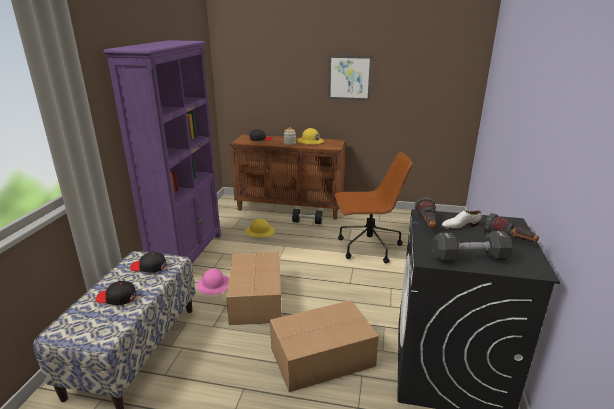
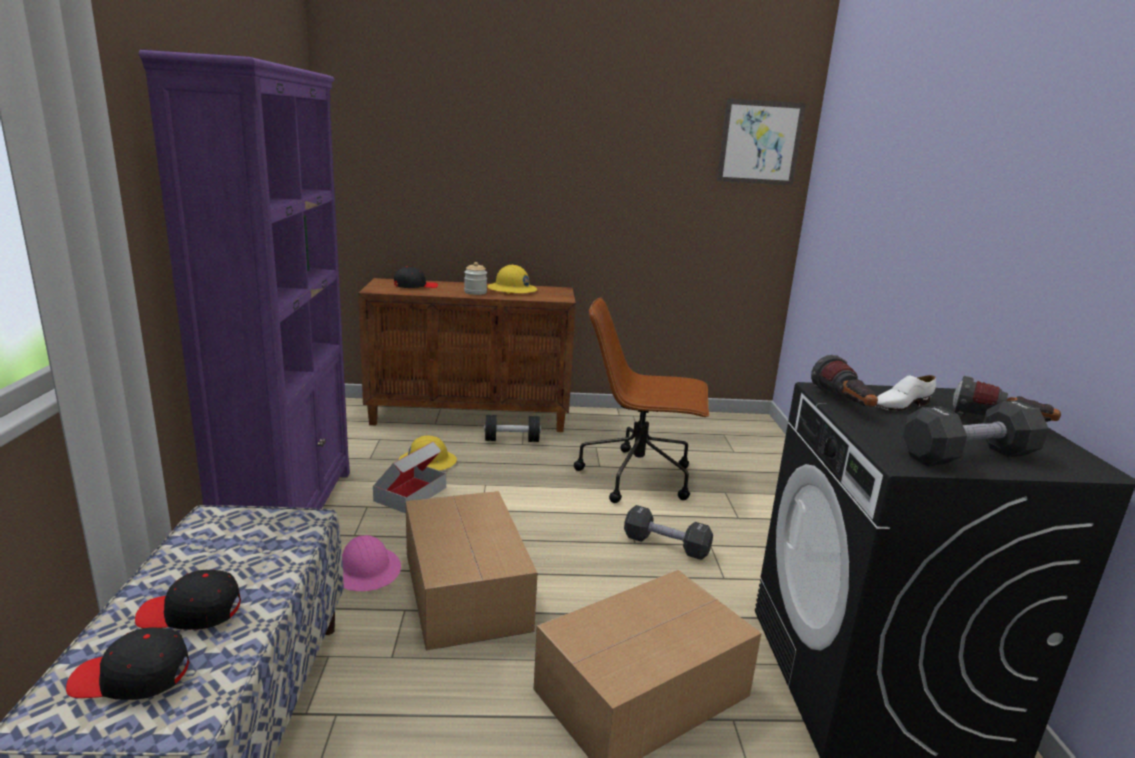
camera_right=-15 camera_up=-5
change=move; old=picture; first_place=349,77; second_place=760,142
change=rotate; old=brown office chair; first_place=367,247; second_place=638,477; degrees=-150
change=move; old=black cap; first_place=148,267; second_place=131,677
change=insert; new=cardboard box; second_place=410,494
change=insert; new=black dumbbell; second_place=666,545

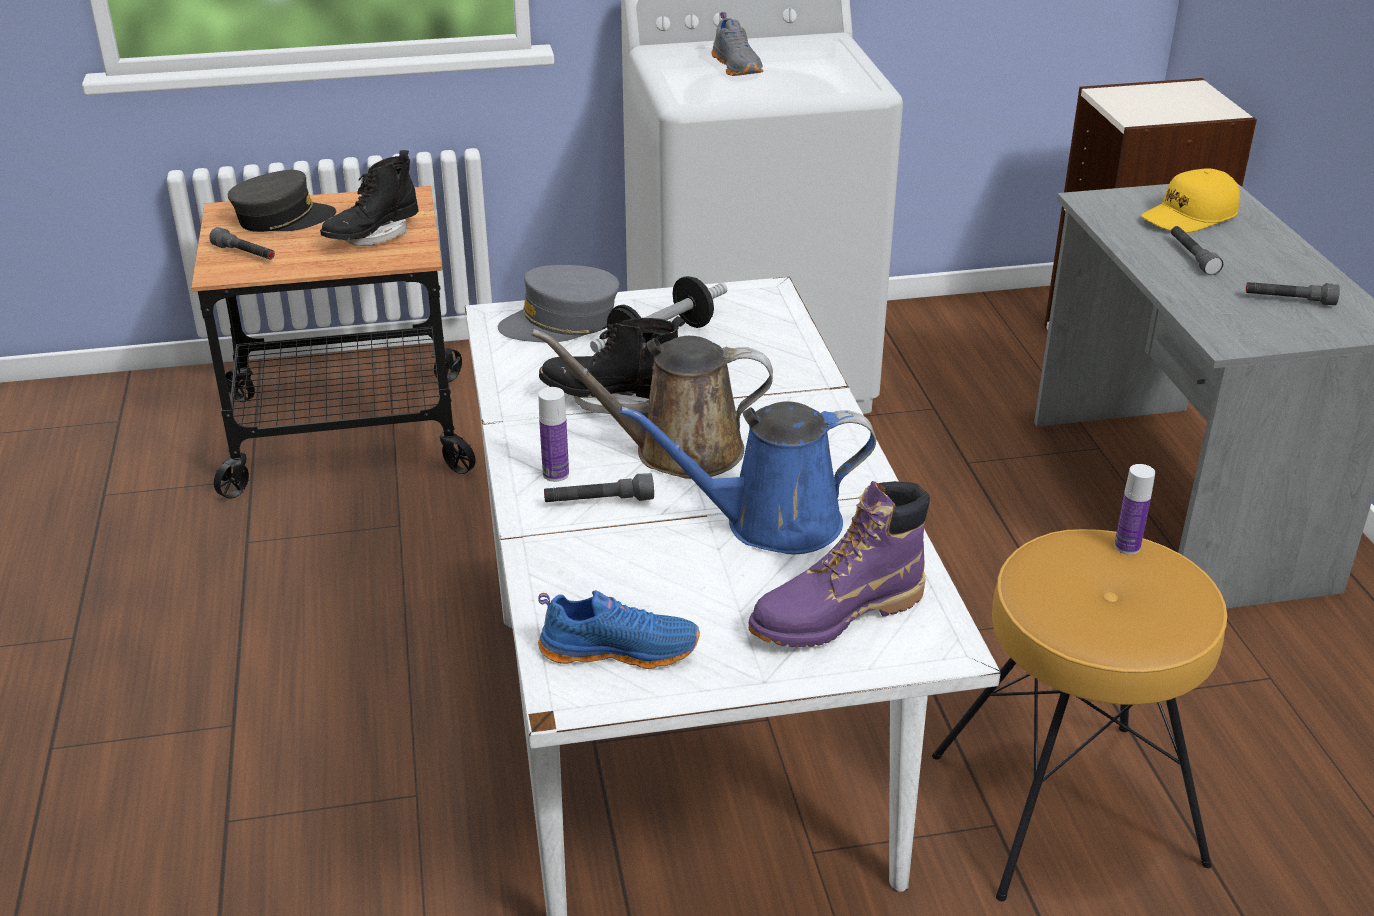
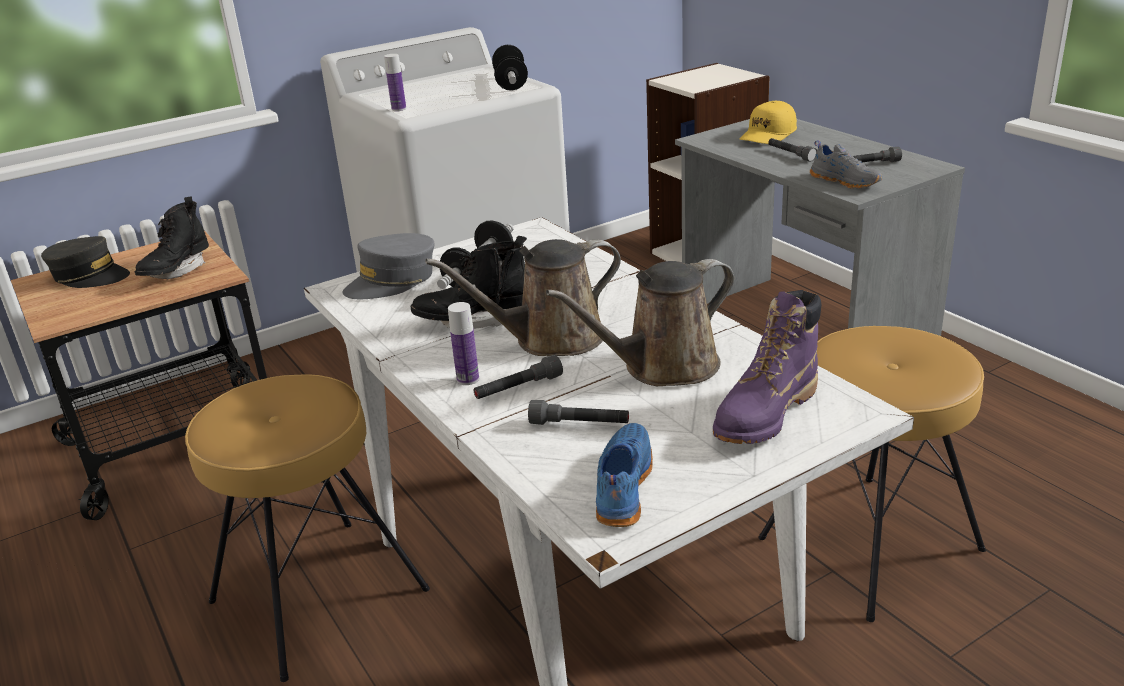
camera_right=-20 camera_up=-5
change=move; old=grey shoe; first_place=738,67; second_place=846,181
change=rotate; old=grey cap; first_place=283,219; second_place=90,276; degrees=60
change=move; old=grey flashlight; first_place=245,254; second_place=579,424
change=recolor; old=blue watering can; new=brown watering can; first_place=771,523; second_place=663,367
change=move; old=bottle; first_place=1127,546; second_place=399,109
change=rotate; old=blue shoe; first_place=619,649; second_place=621,486; degrees=-60
change=insert; new=dumbbell; second_place=511,83
change=insert; new=brown stool; second_place=317,594

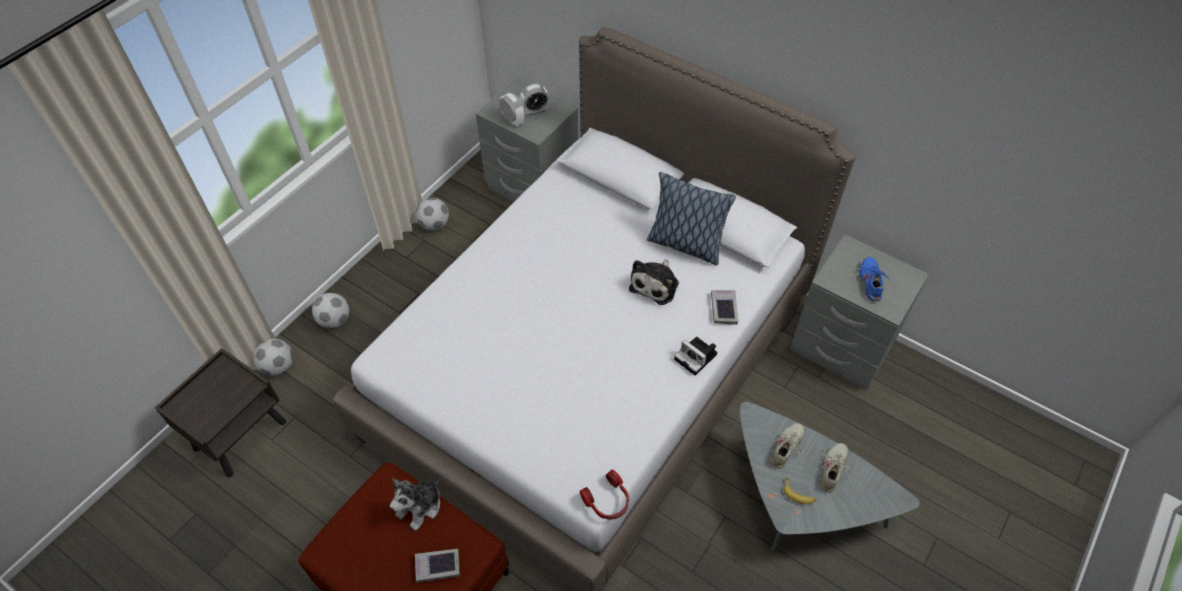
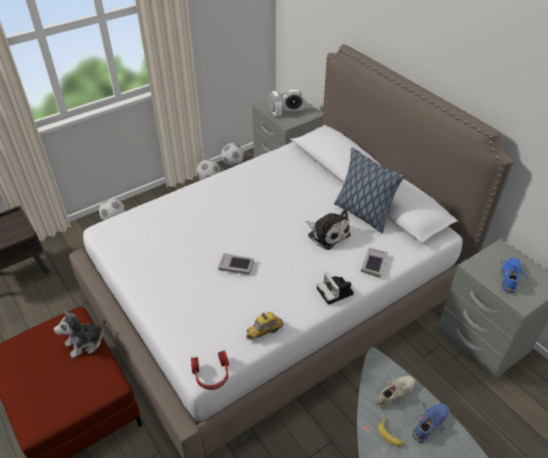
camera_right=20 camera_up=-10
change=rotate; old=plush toy; first_place=656,284; second_place=327,234; degrees=-90
change=move; old=football; first_place=278,367; second_place=233,163
change=recolor; old=beige shoe; new=blue shoe; first_place=833,470; second_place=429,425
change=move; old=book; first_place=437,566; second_place=236,266
change=insert; new=toy car; second_place=264,331

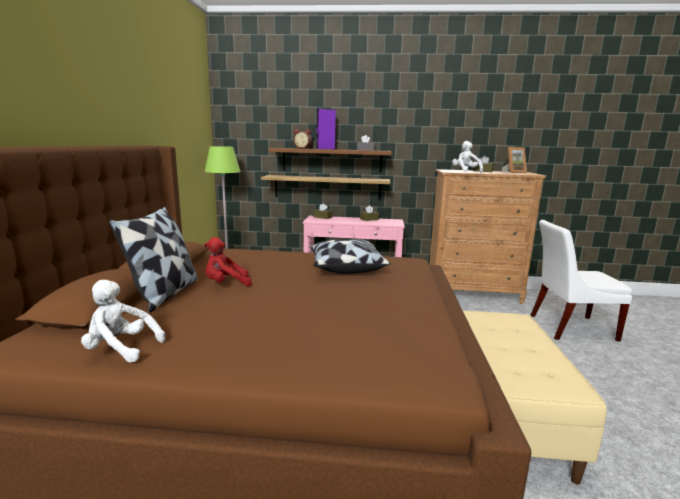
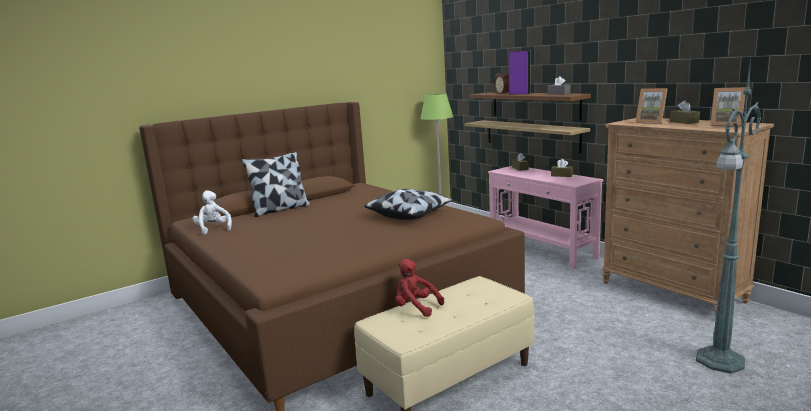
camera_right=50 camera_up=0
change=replace; old=white plush toy; new=picture frame; first_place=465,171; second_place=651,122
change=replace; old=white chair; new=green floor lamp; first_place=568,327; second_place=718,361
change=move; old=red plush toy; first_place=226,284; second_place=415,308

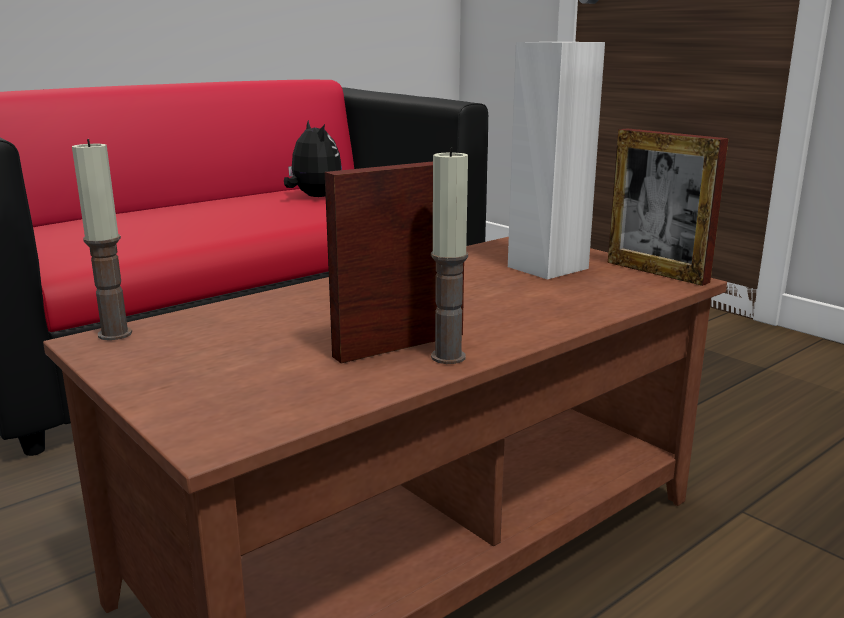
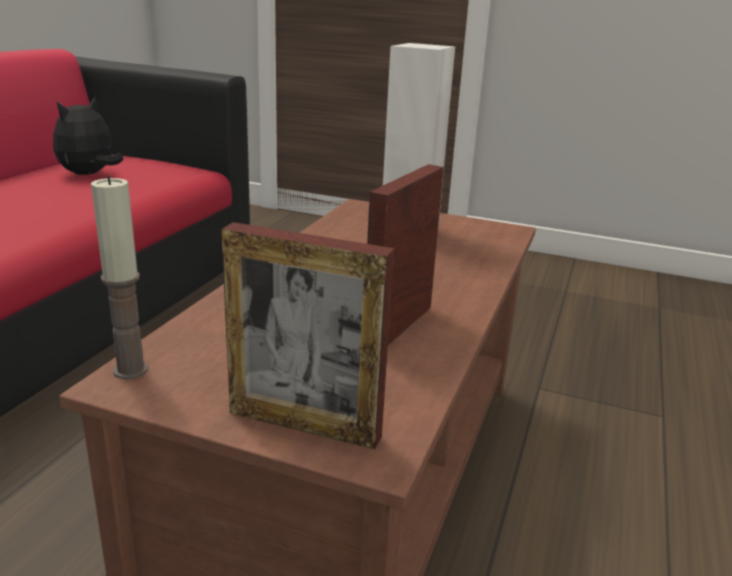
camera_right=-30 camera_up=5
change=rotate; old=plush toy; first_place=314,197; second_place=89,175; degrees=-90
change=move; old=picture frame; first_place=656,272; second_place=304,424
change=delete; old=candle; first_place=448,357

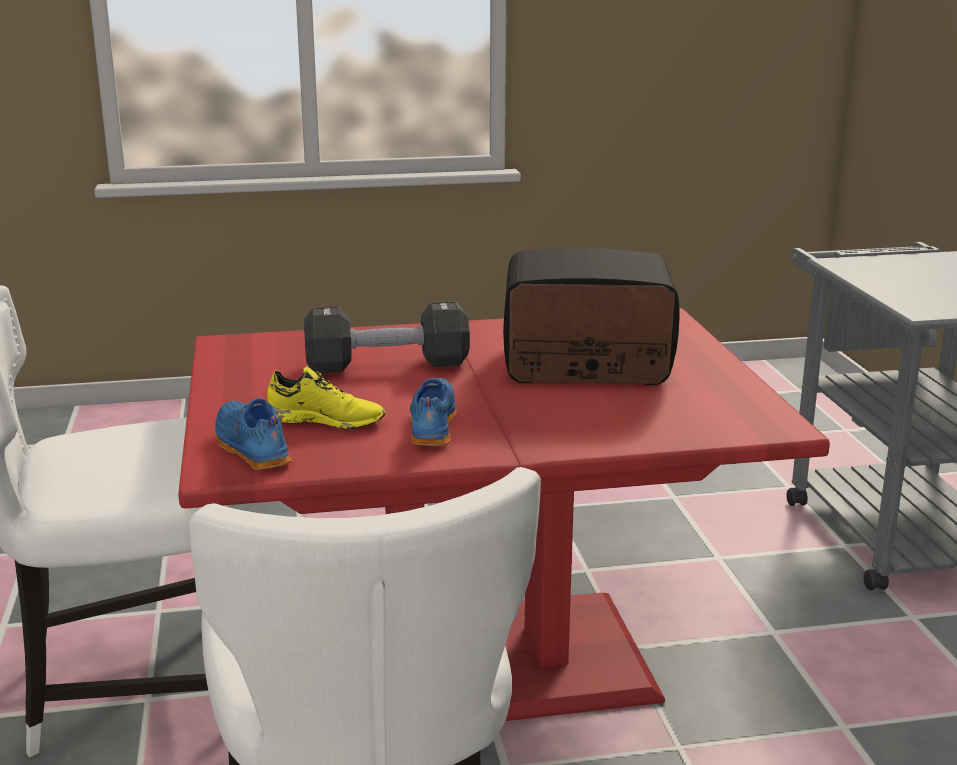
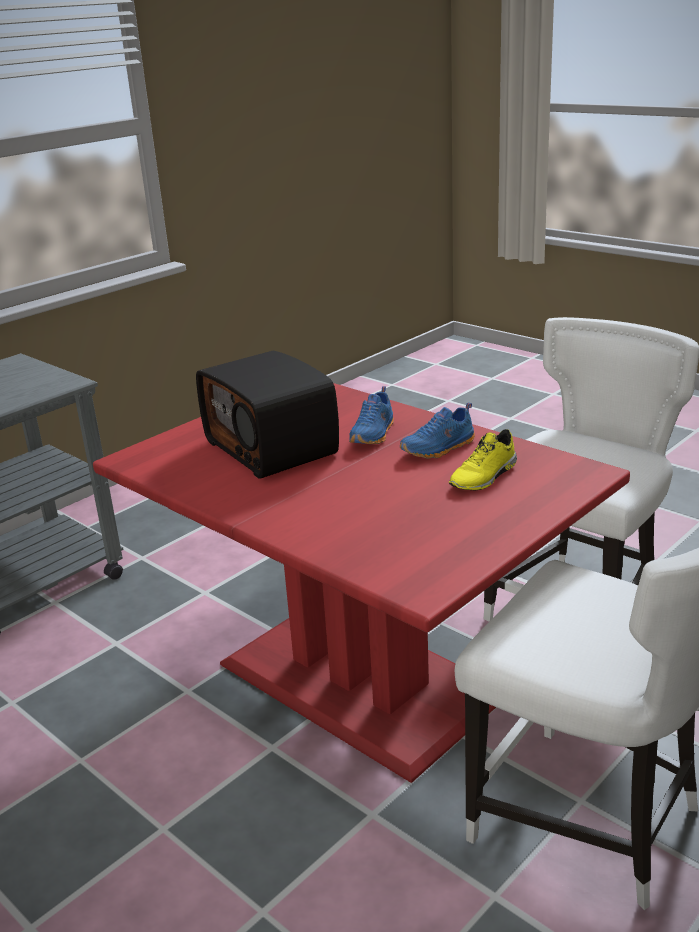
camera_right=-125 camera_up=5
change=delete; old=black dumbbell; first_place=387,365
change=rotate; old=yellow shoe; first_place=326,420; second_place=485,477; degrees=-105
change=move; old=blue shoe; first_place=250,449; second_place=374,434

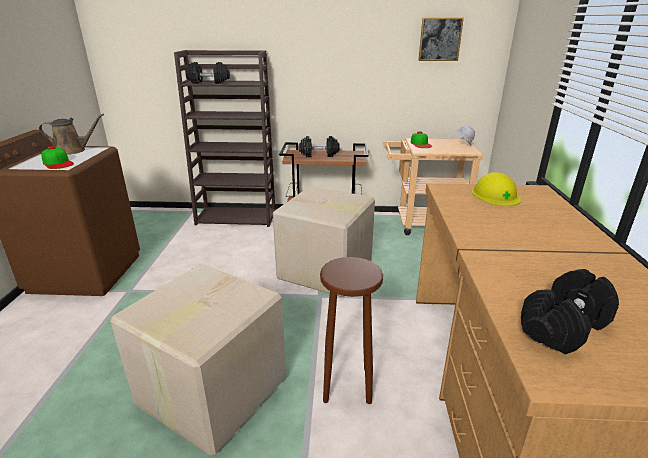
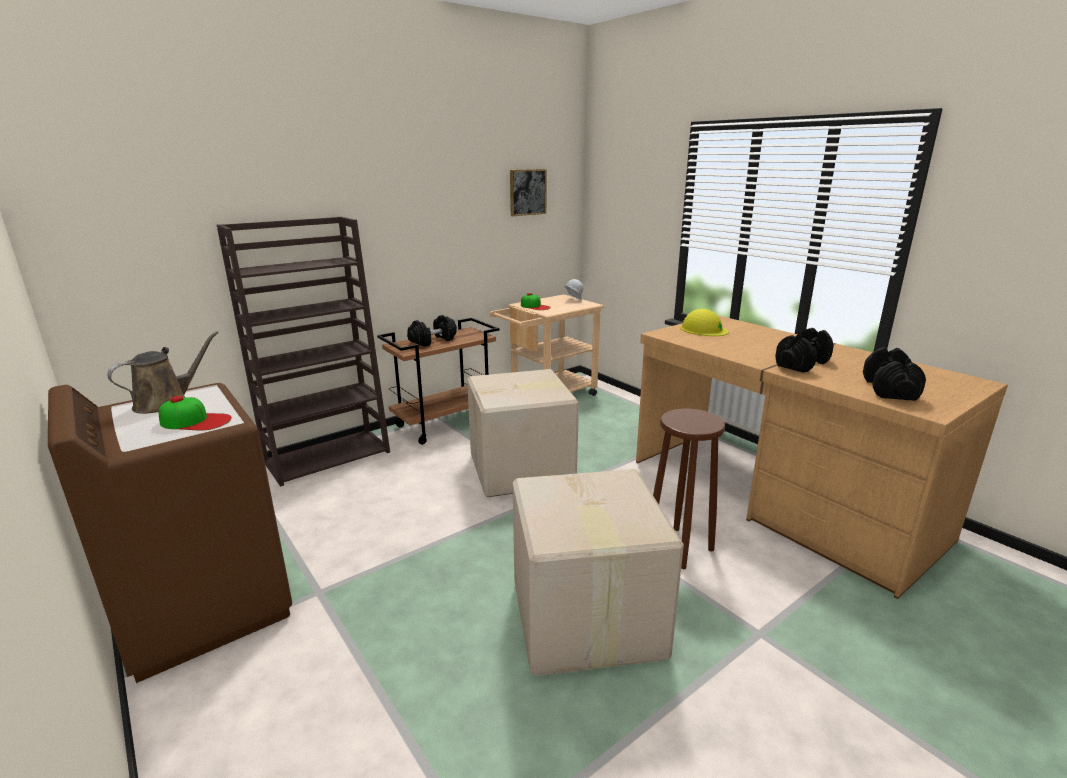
camera_right=-40 camera_up=-5
change=move; old=black dumbbell; first_place=209,82; second_place=801,364

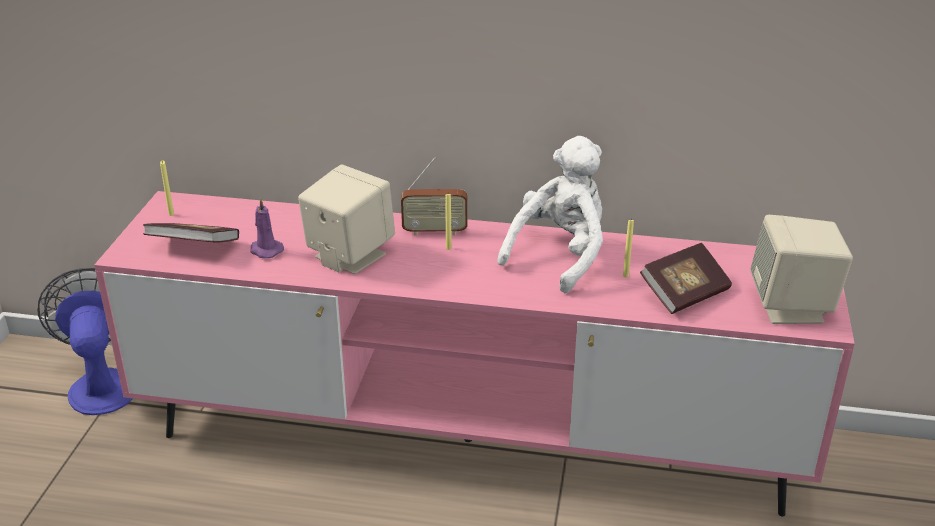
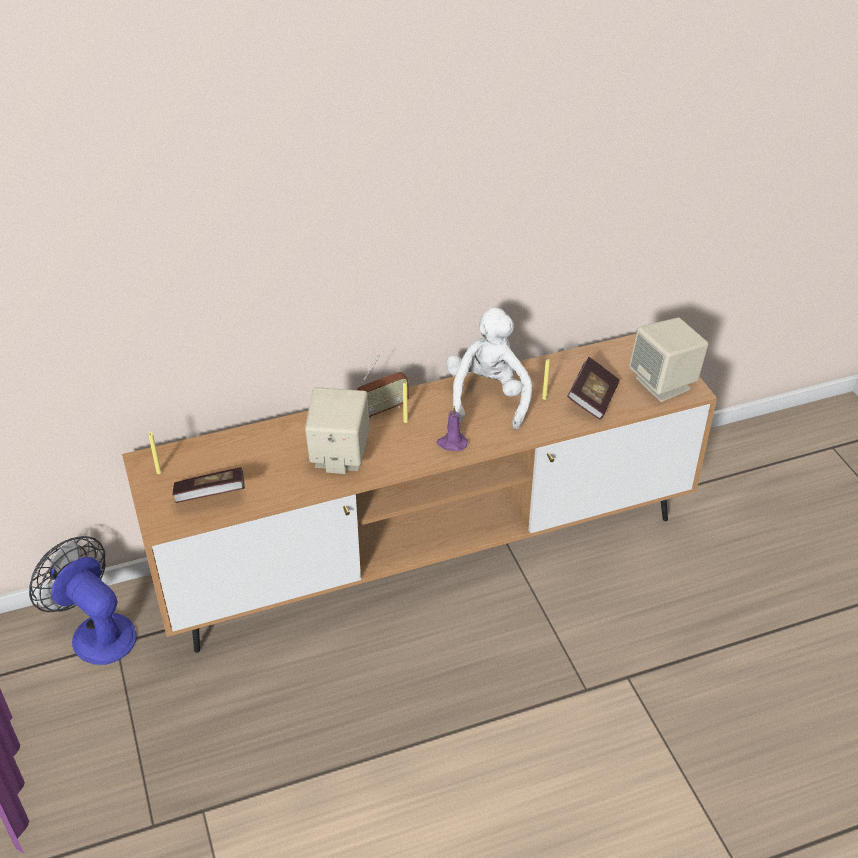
camera_right=-30 camera_up=10
change=recolor; old=pink tv stand; new=brown tv stand; first_place=468,440; second_place=428,554
change=move; old=purple candle; first_place=265,250; second_place=451,443

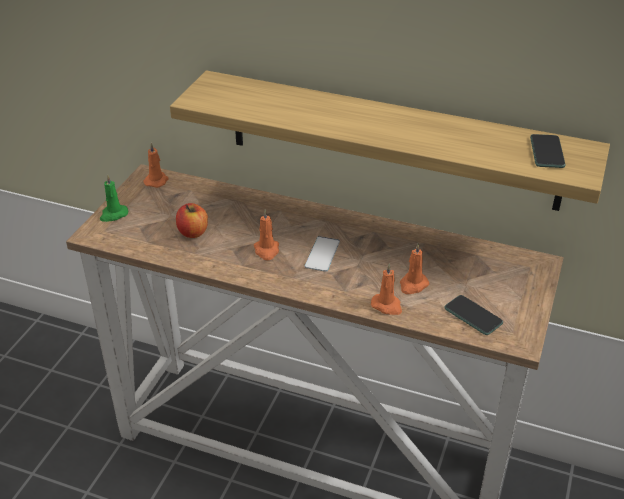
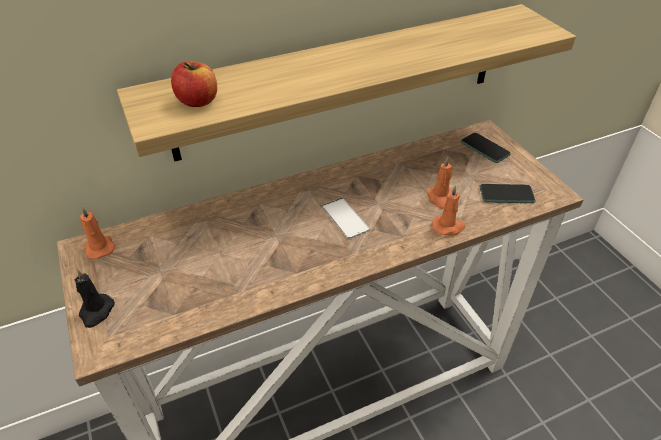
camera_right=-45 camera_up=5
change=move; old=phone; first_place=547,152; second_place=485,148
change=recolor; old=green candle; new=black candle; first_place=113,214; second_place=96,312
change=move; old=apple; first_place=193,232; second_place=198,101
change=delete; old=orange candle; first_place=267,250

